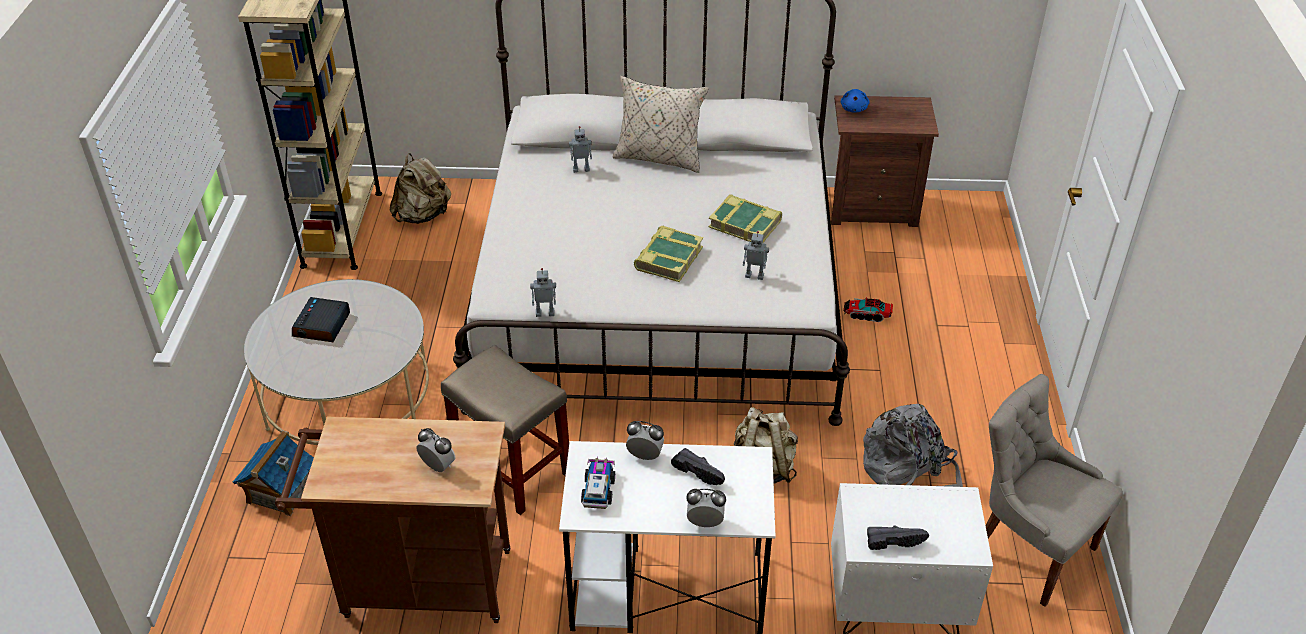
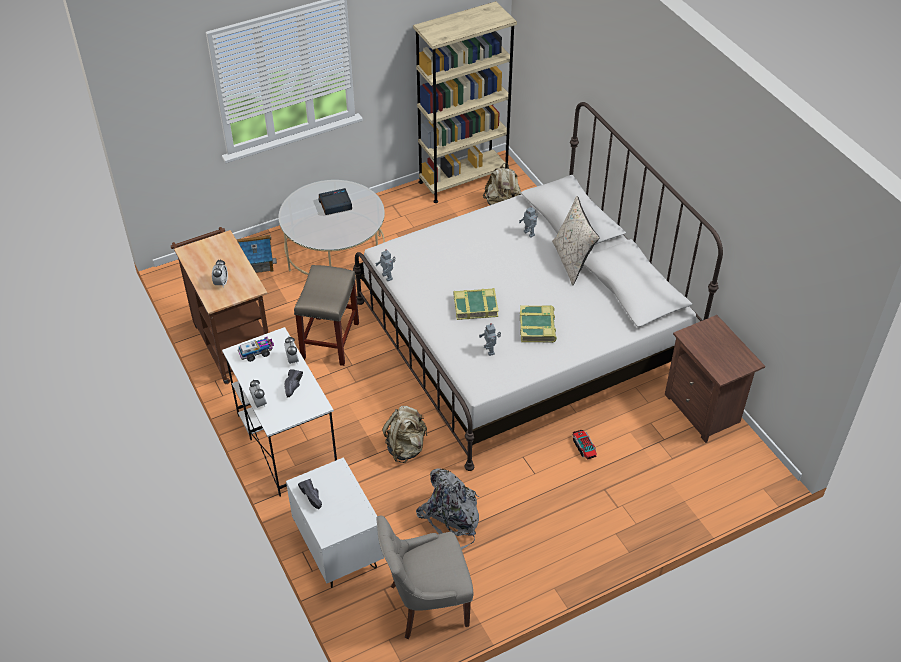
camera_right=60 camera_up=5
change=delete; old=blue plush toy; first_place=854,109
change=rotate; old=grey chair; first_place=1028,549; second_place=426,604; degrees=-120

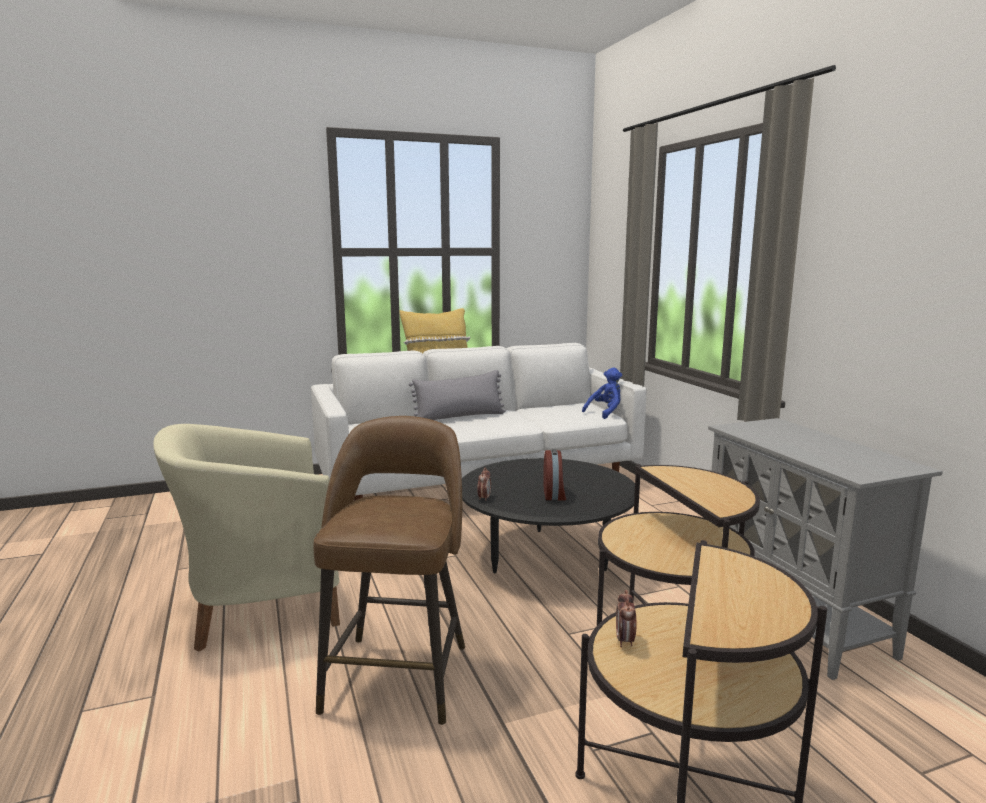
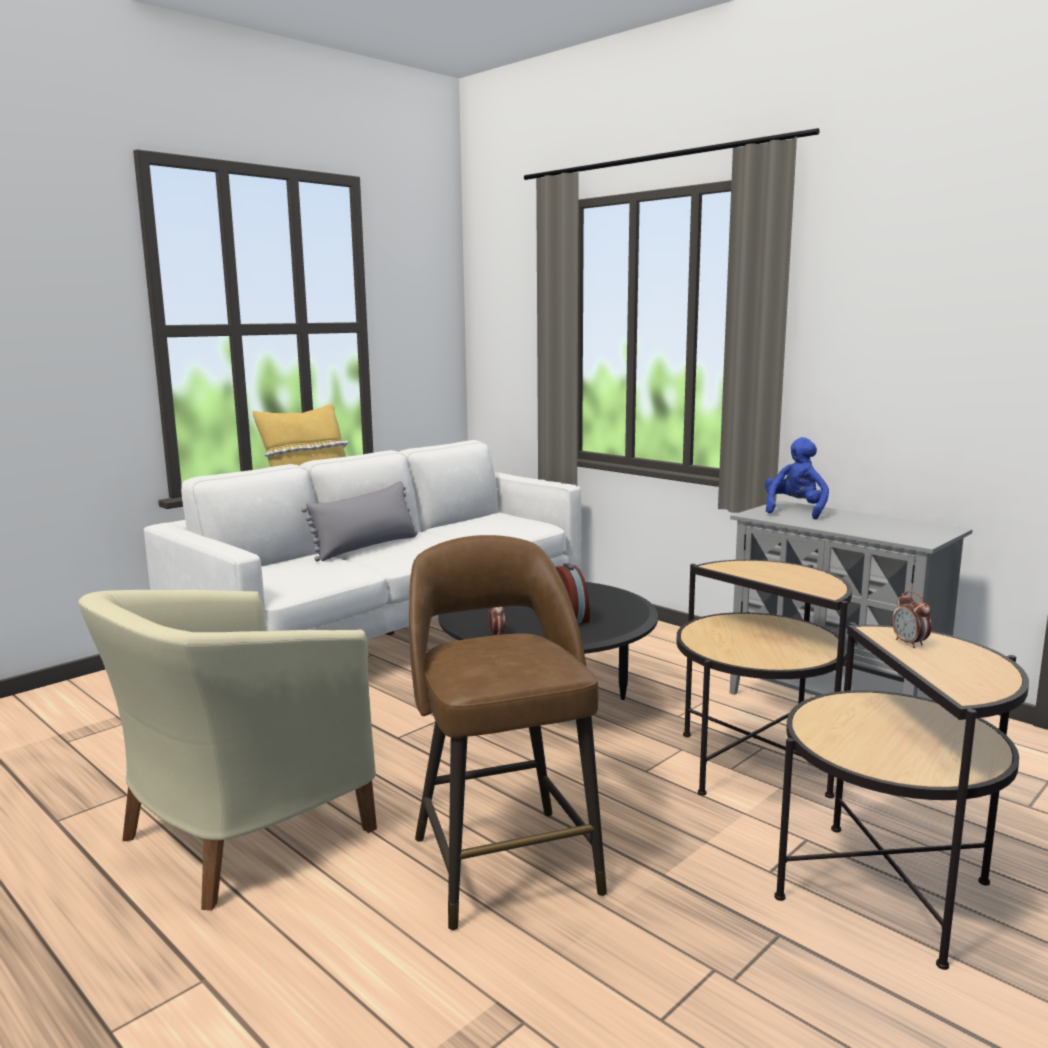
camera_right=-25 camera_up=0
change=move; old=blue plush toy; first_place=606,413; second_place=795,511
change=move; old=alarm clock; first_place=625,641; second_place=909,643

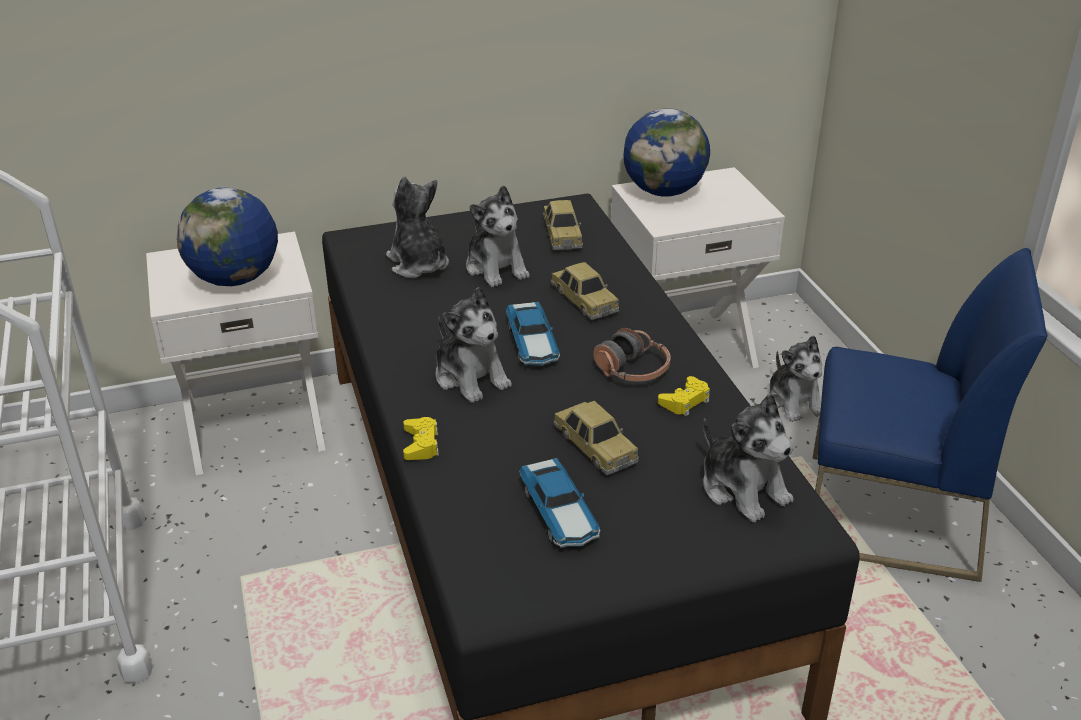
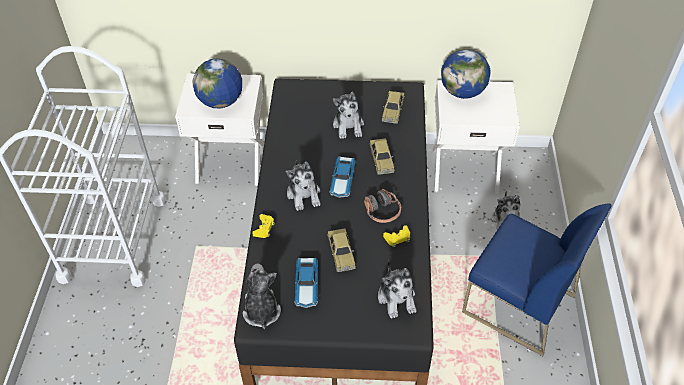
camera_right=20 camera_up=15
change=move; old=plush toy; first_place=418,264; second_place=261,310

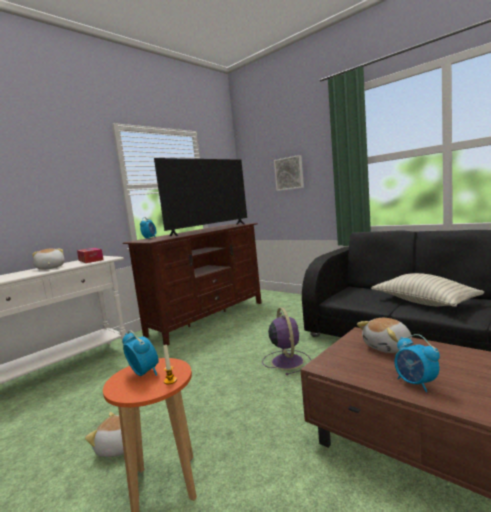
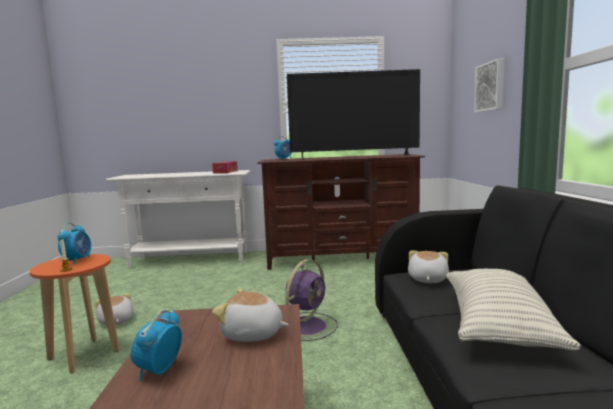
camera_right=45 camera_up=0
change=move; old=plush toy; first_place=50,268; second_place=427,279

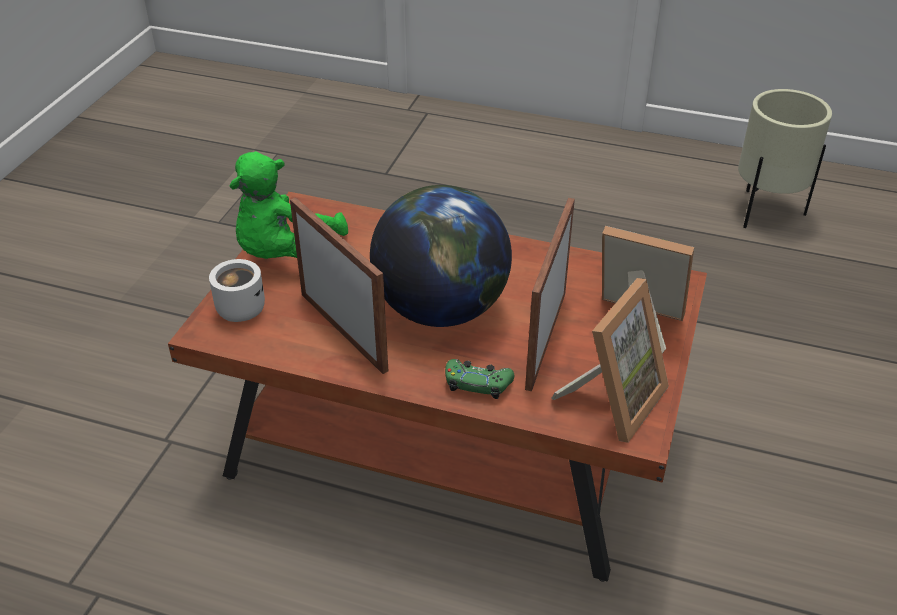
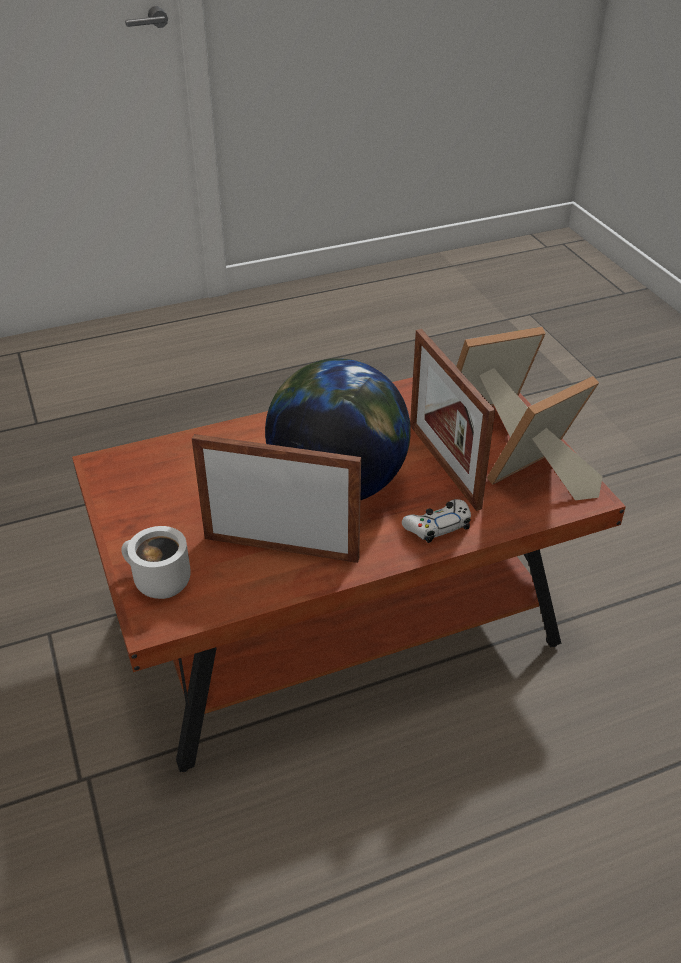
camera_right=-40 camera_up=0
change=delete; old=beige planter; first_place=765,211
change=delete; old=green plush toy; first_place=284,253
change=rotate; old=picture frame; first_place=613,400; second_place=541,482; degrees=-120
change=recolor; old=green game controller; new=white game controller; first_place=478,383; second_place=438,526

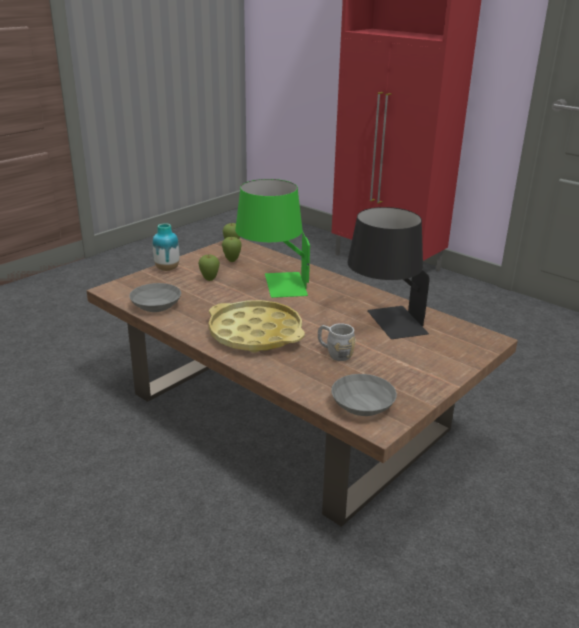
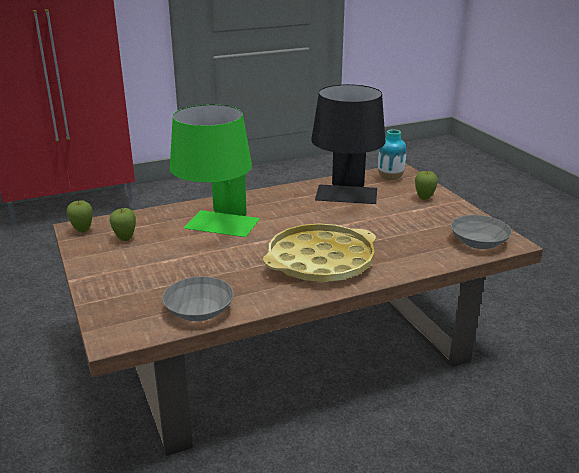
camera_right=-65 camera_up=0
change=move; old=vase; first_place=167,269; second_place=390,178
change=move; old=apple; first_place=209,280; second_place=424,198
change=delete; old=grey mug; first_place=334,353

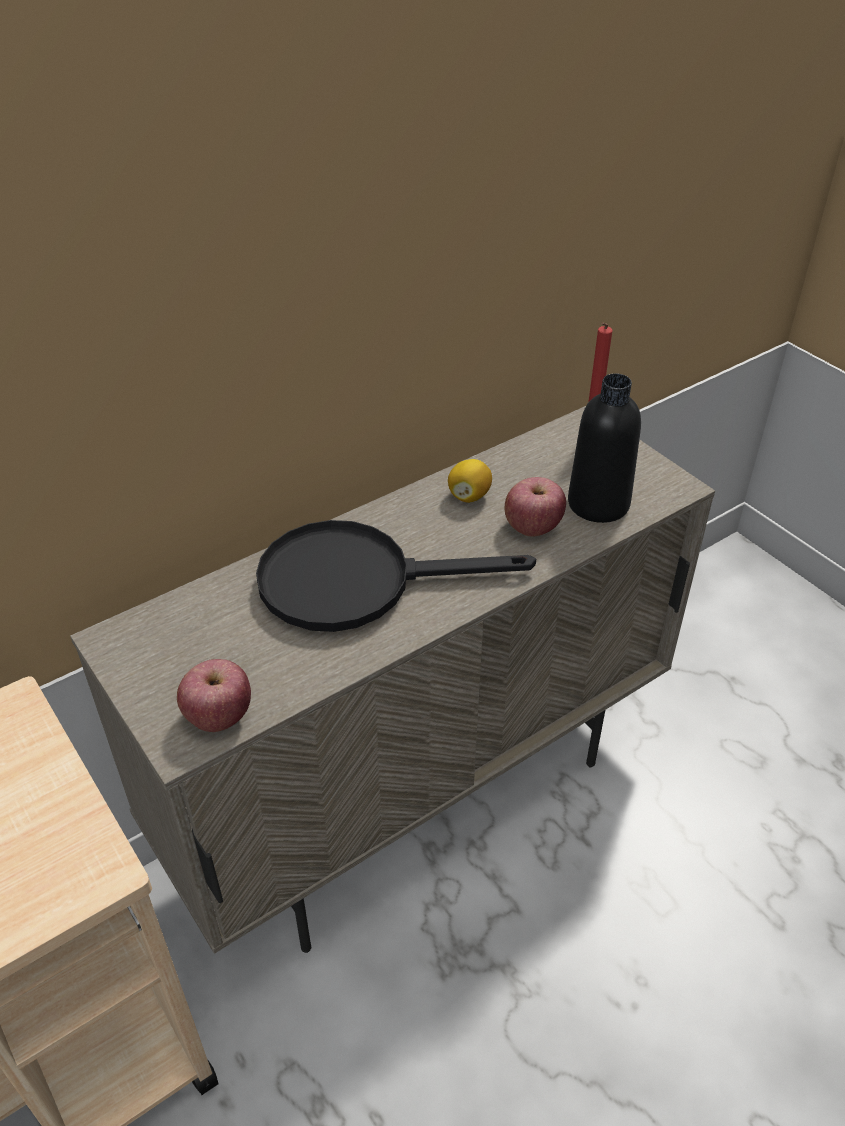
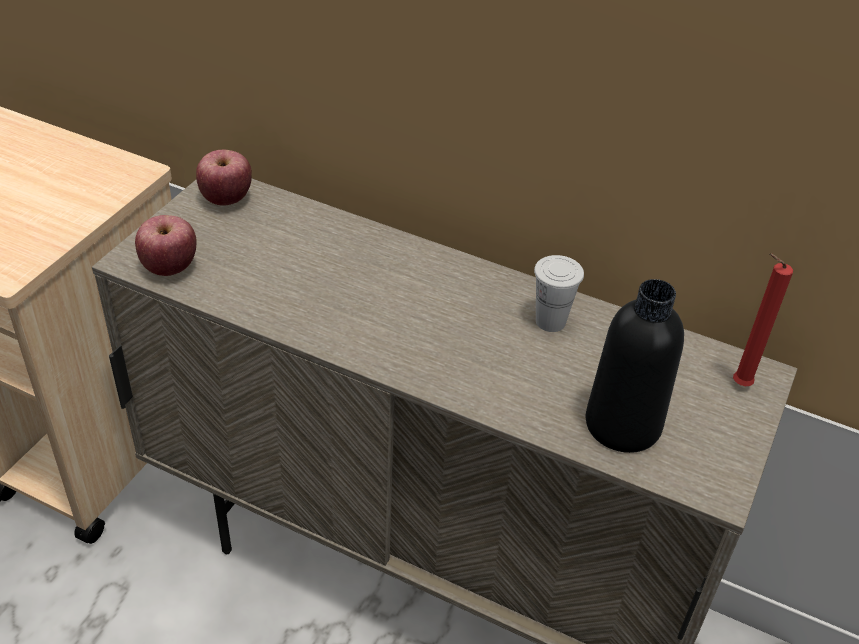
camera_right=60 camera_up=0
change=replace; old=lemon; new=white cup; first_place=469,495; second_place=550,321
change=move; old=apple; first_place=532,527; second_place=226,199
change=delete; old=black frying pan; first_place=357,581

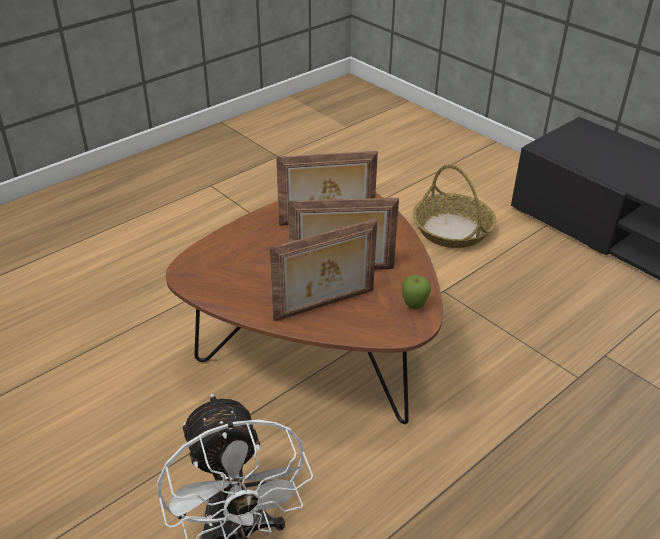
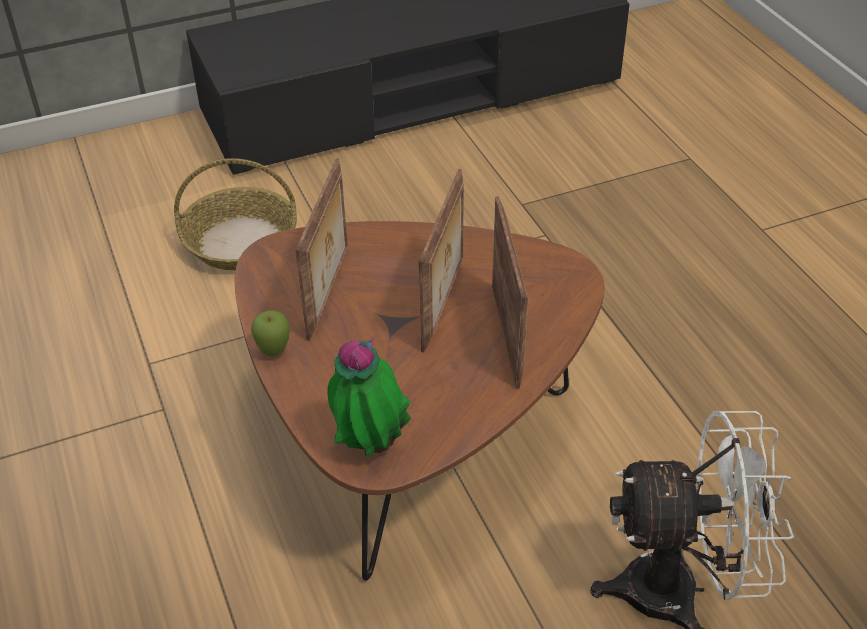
camera_right=-70 camera_up=5
change=move; old=apple; first_place=414,307; second_place=274,352
change=insert; new=potted plant; second_place=369,445

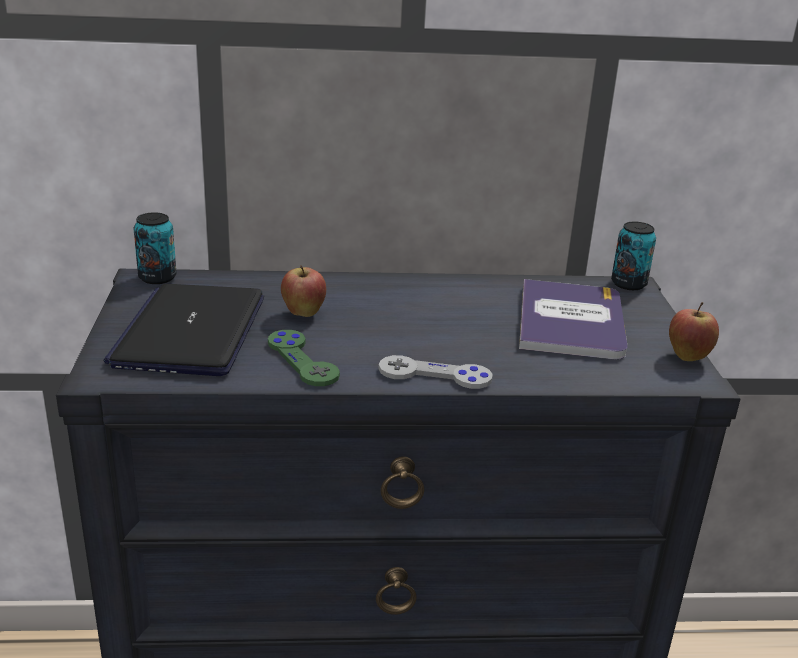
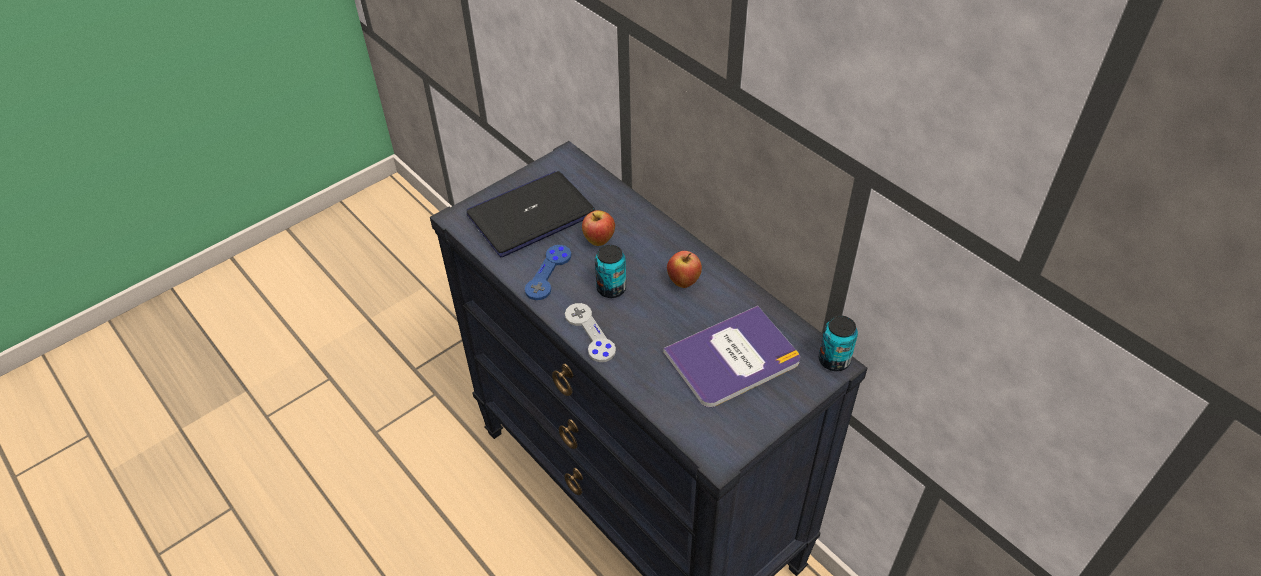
camera_right=55 camera_up=20
change=move; old=can; first_place=157,277; second_place=611,288
change=move; old=apple; first_place=687,357; second_place=684,282
change=recolor; old=green game controller; new=blue game controller; first_place=302,360; second_place=548,273

